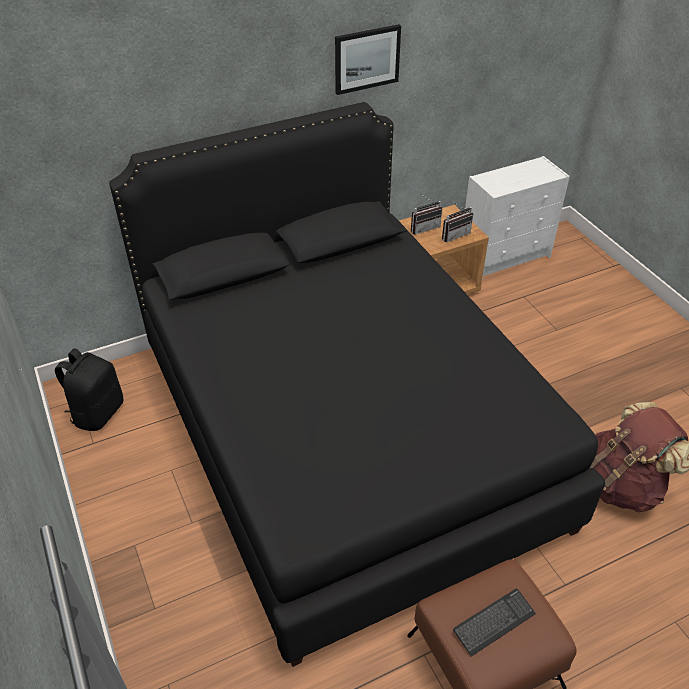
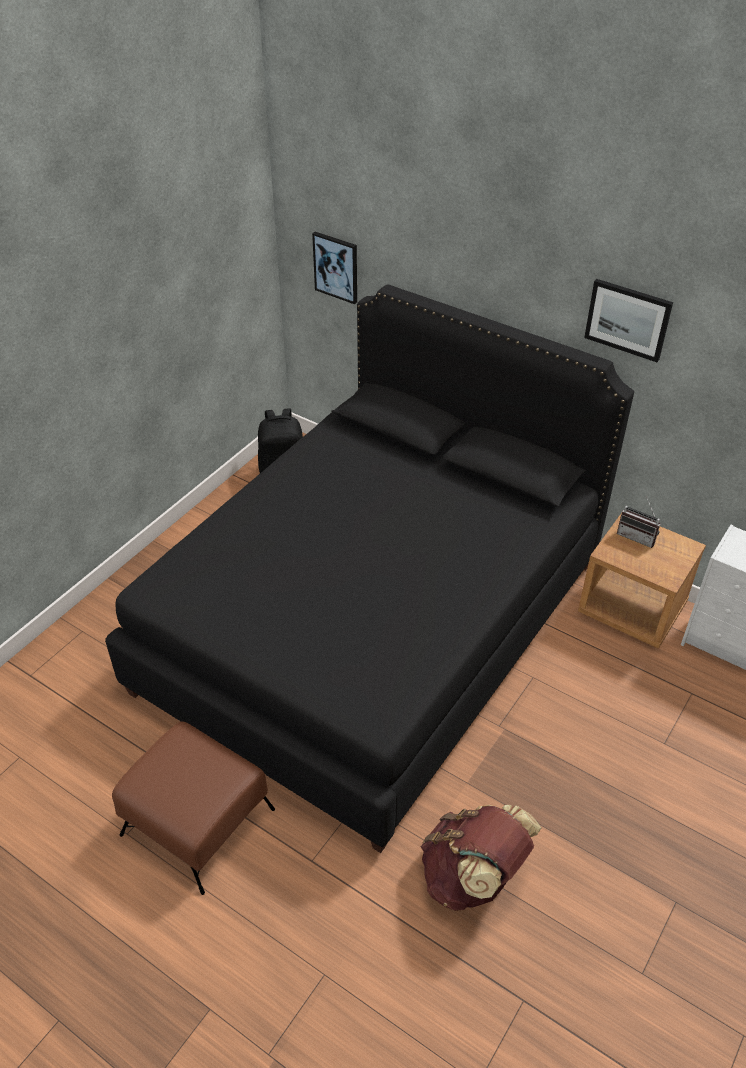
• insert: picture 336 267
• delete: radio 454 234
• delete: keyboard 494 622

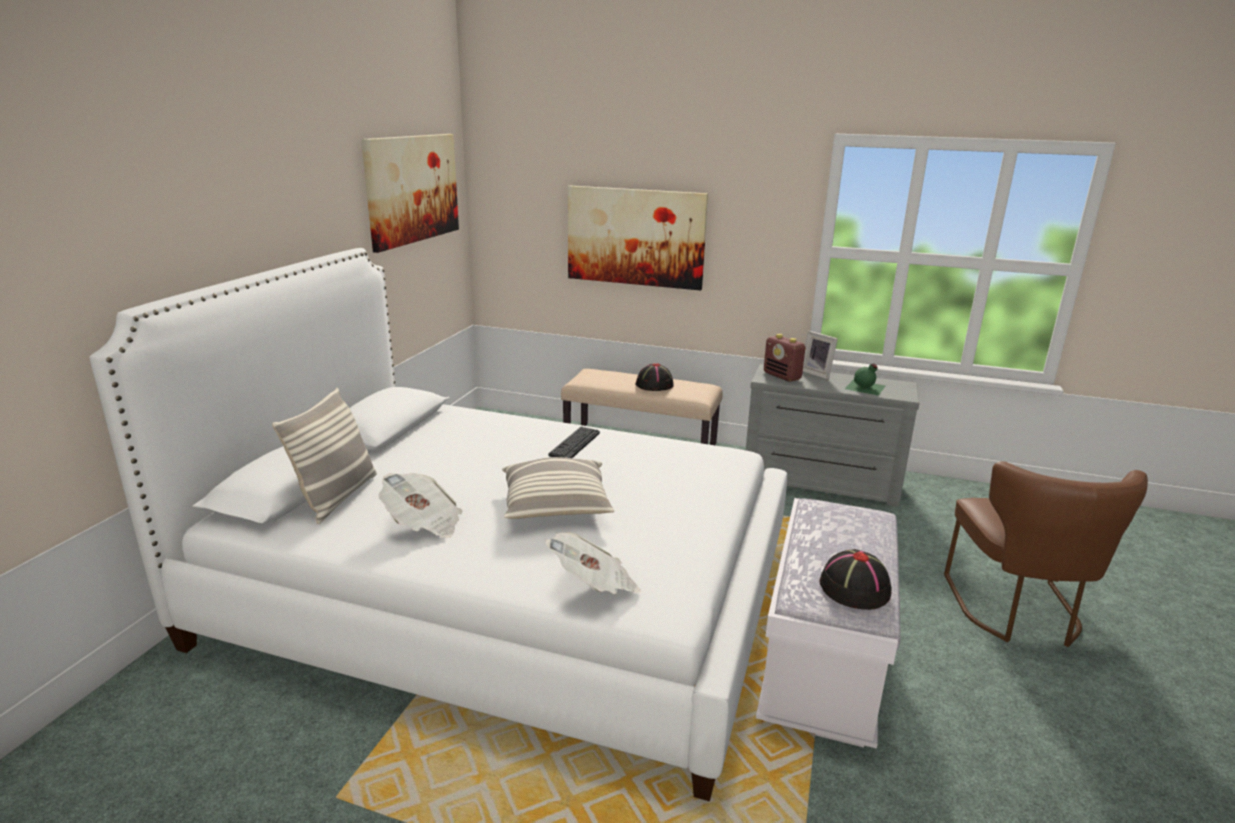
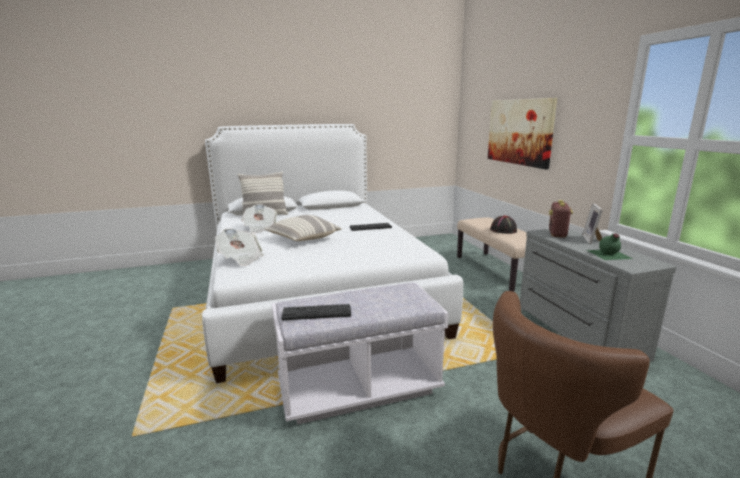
• replace: black hat 853 588 to keyboard 317 313
• delete: picture 412 189

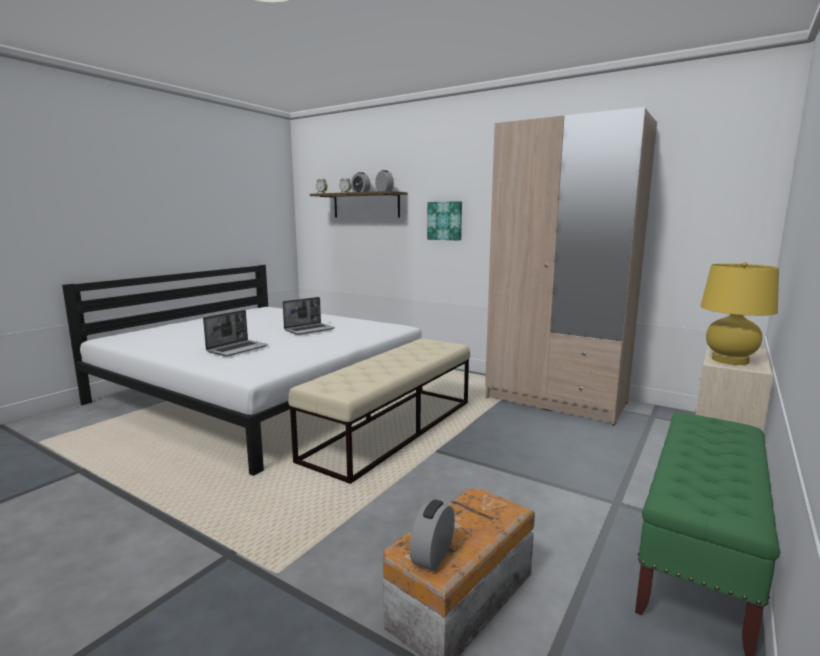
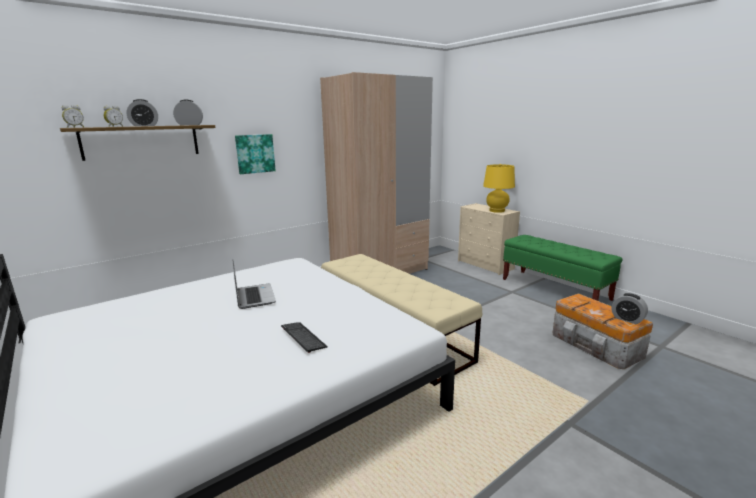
• replace: laptop 238 349 to keyboard 303 337

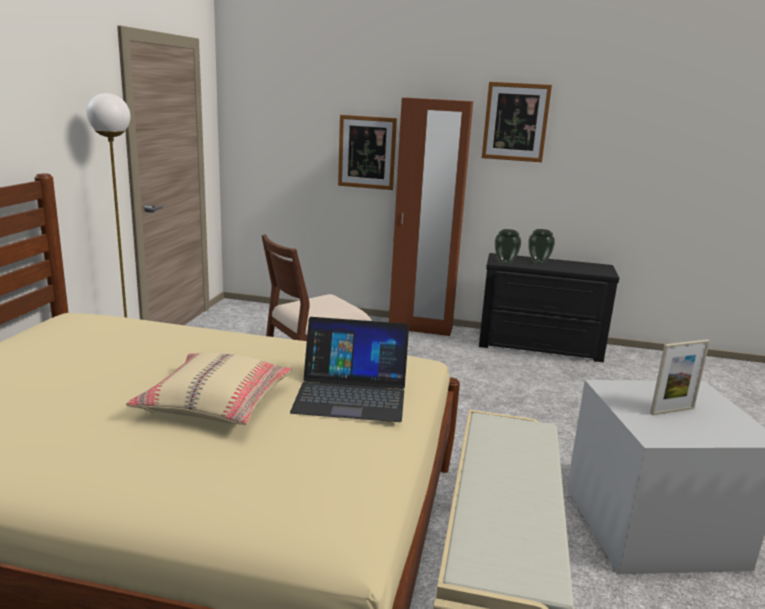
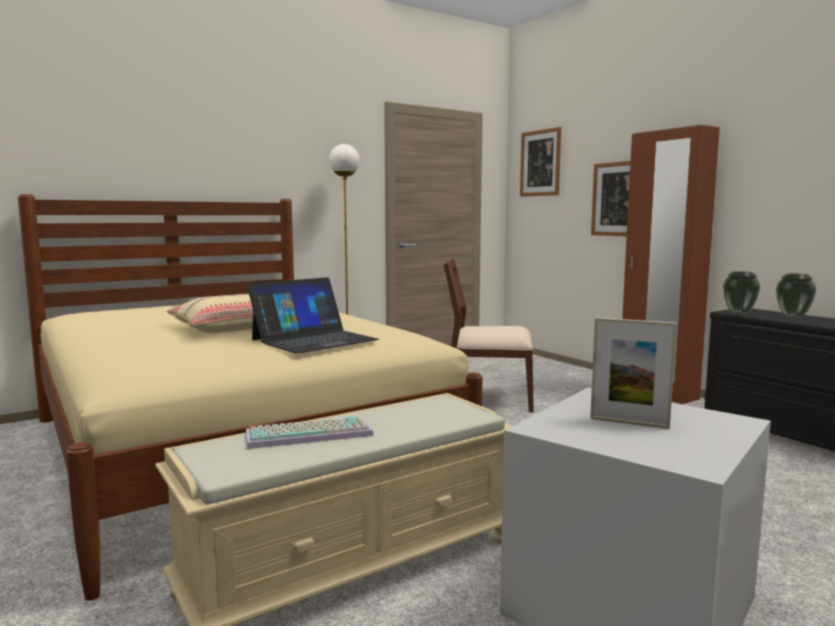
• insert: keyboard 310 433
• rotate: laptop 351 394 = 314 339 90 degrees counterclockwise
• move: picture 515 122 to 540 163

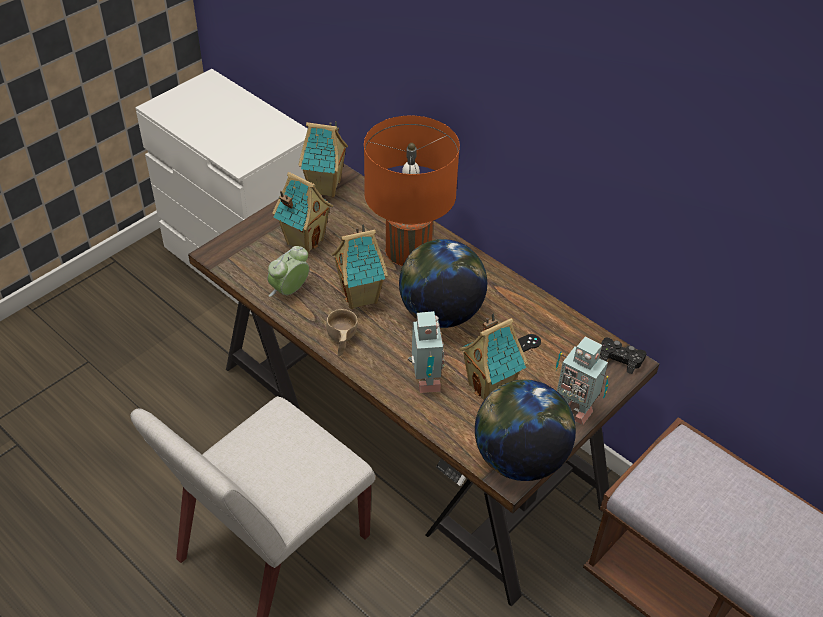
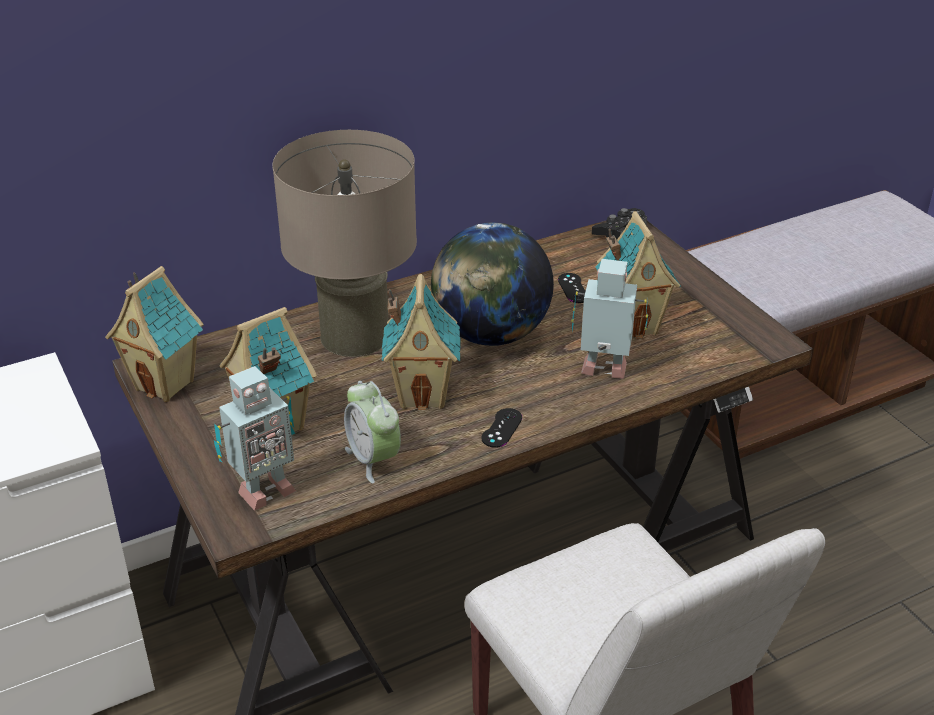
• move: toy robot 574 408 to 263 491
• recolor: orange table lamp 408 250 to beige table lamp 355 336
• replace: beige cup 341 341 to black game controller 502 428
• delete: globe 519 459

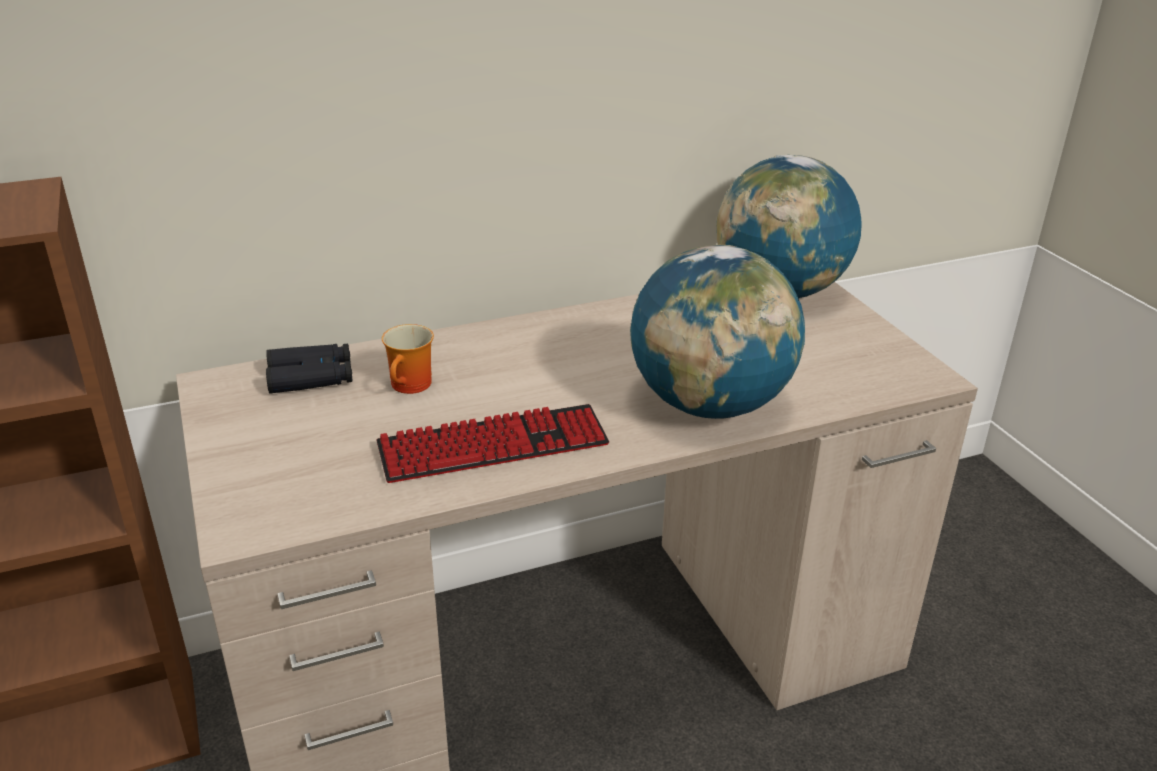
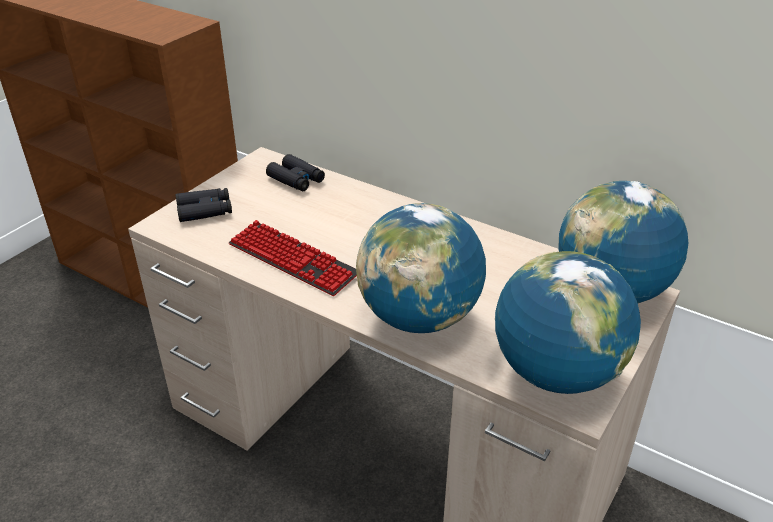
• insert: black binoculars 205 210
• insert: globe 556 373
• delete: mug 412 386

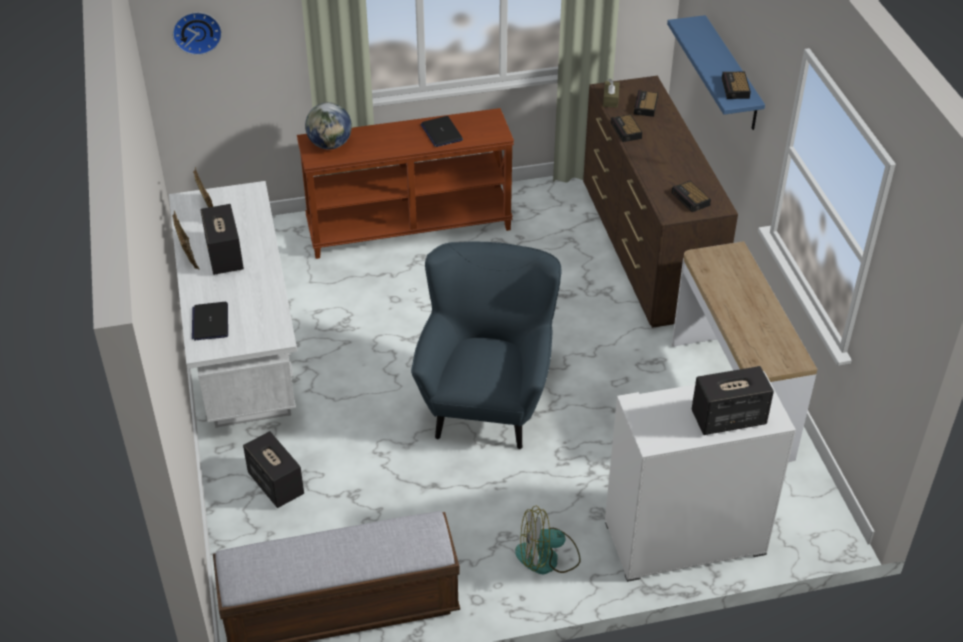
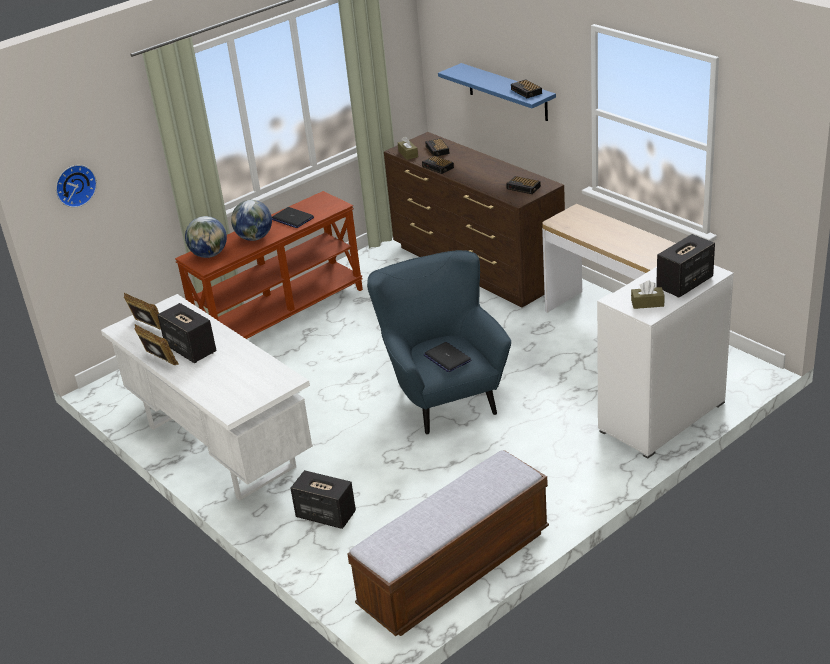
• insert: globe 254 238
• move: laptop 210 322 to 447 358
• insert: brown tissue box 647 303
• delete: fan 547 557

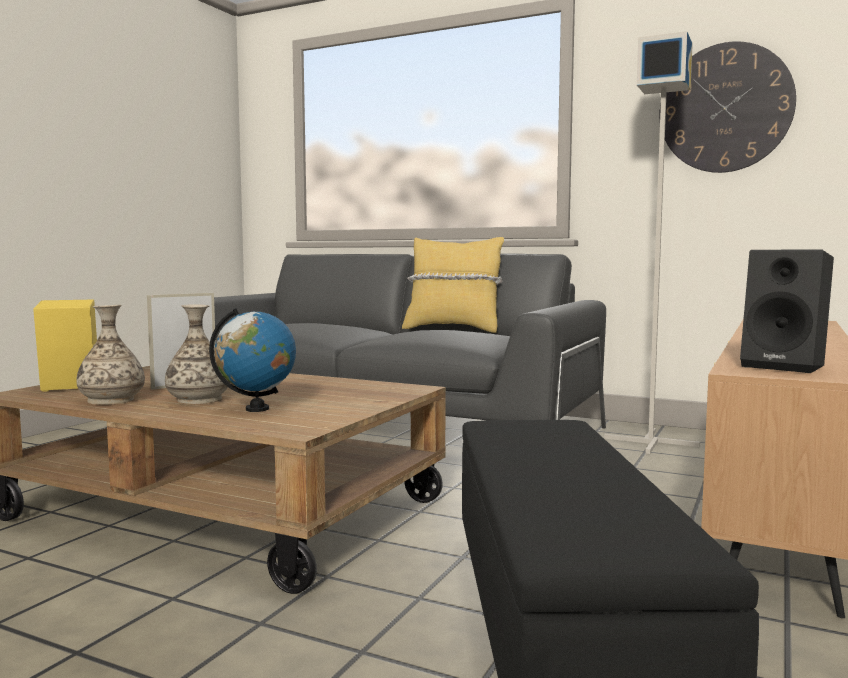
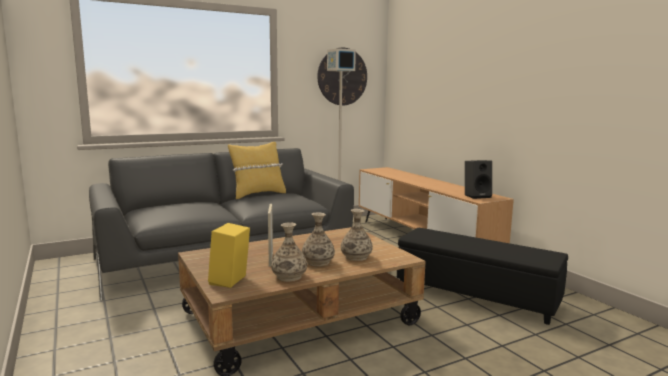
• replace: globe 257 409 to vase 356 257

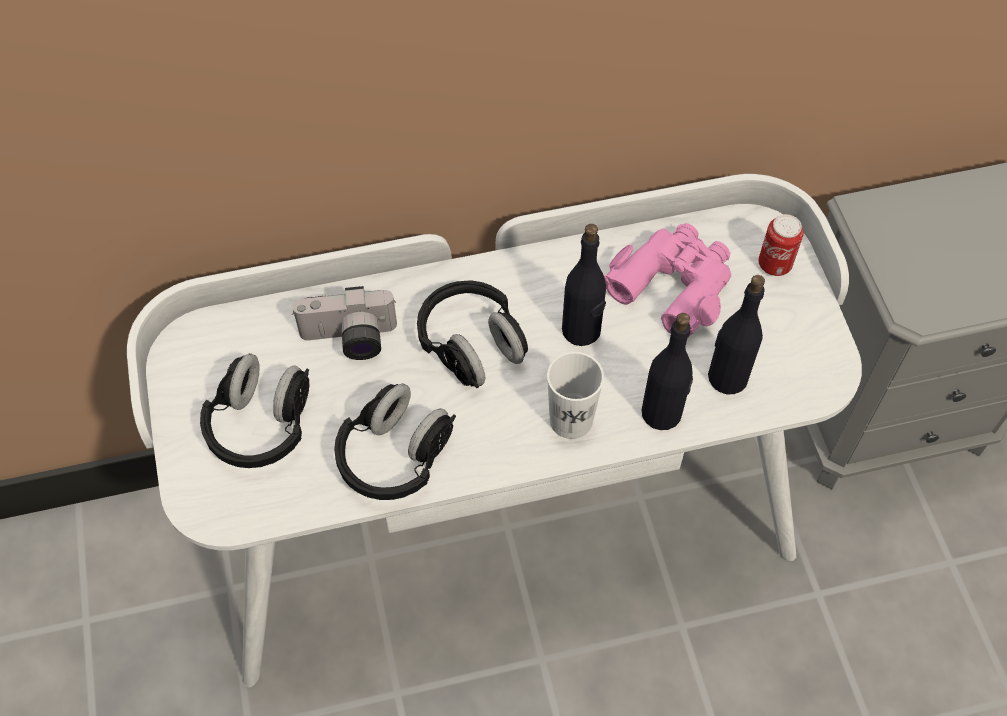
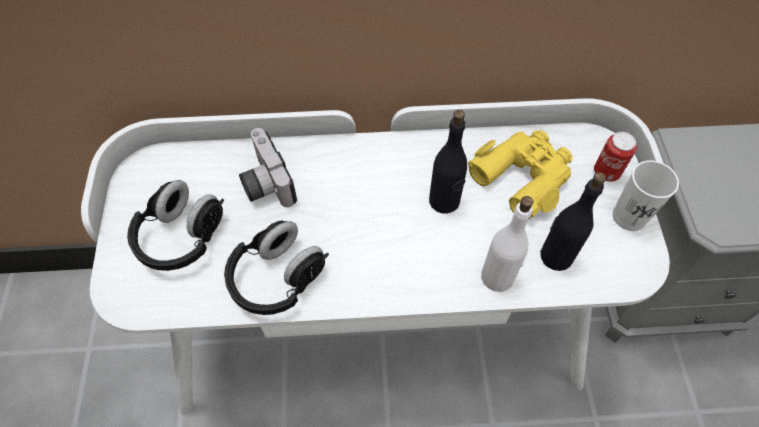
• rotate: photo camera 349 340 = 264 182 60 degrees clockwise
• recolor: pink binoculars 673 284 to yellow binoculars 523 176
• recolor: black bottle 662 413 to white bottle 498 277
• move: white cup 571 420 to 629 217
• delete: black headphones 471 346

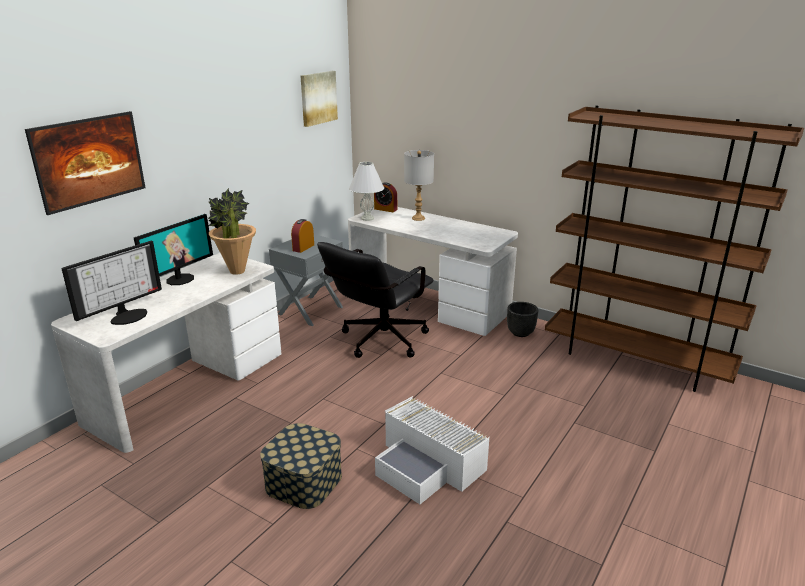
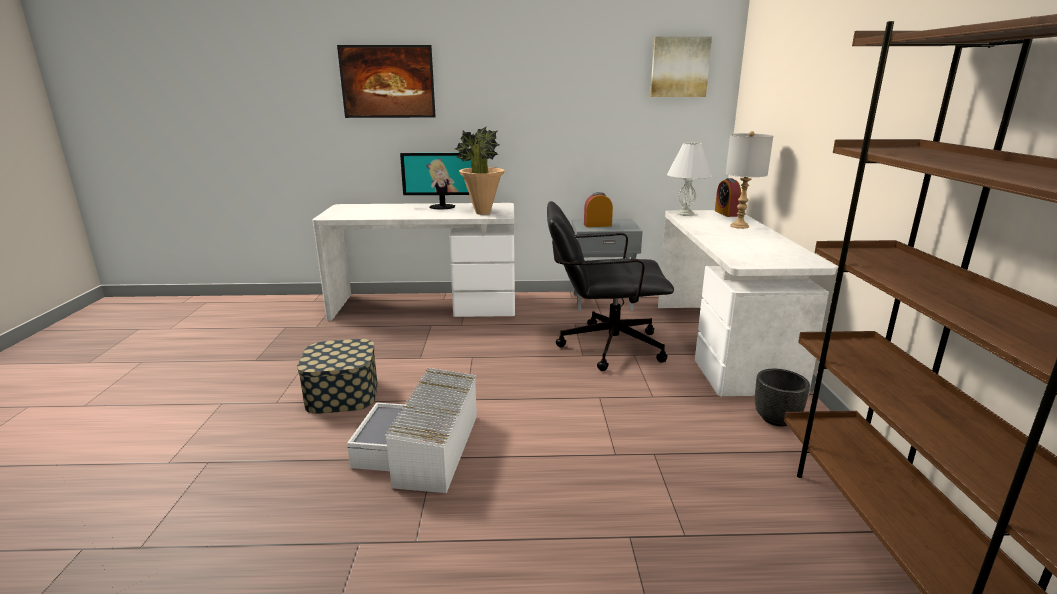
• delete: monitor 127 315

